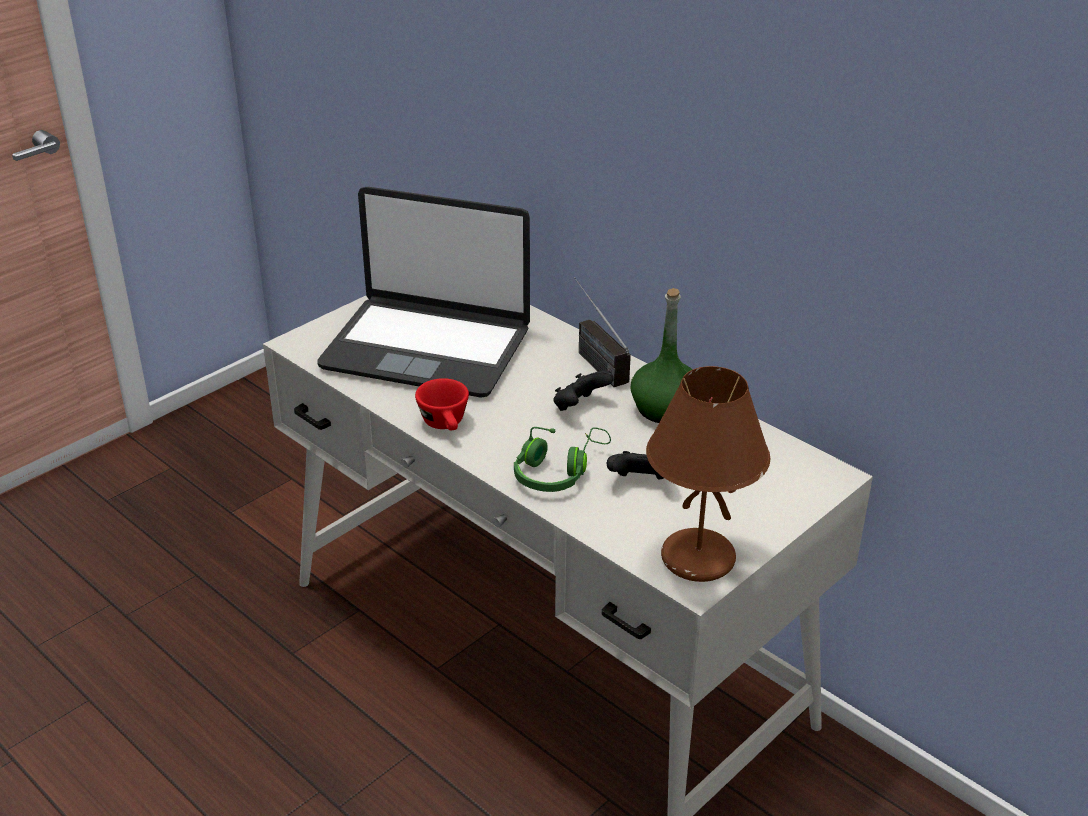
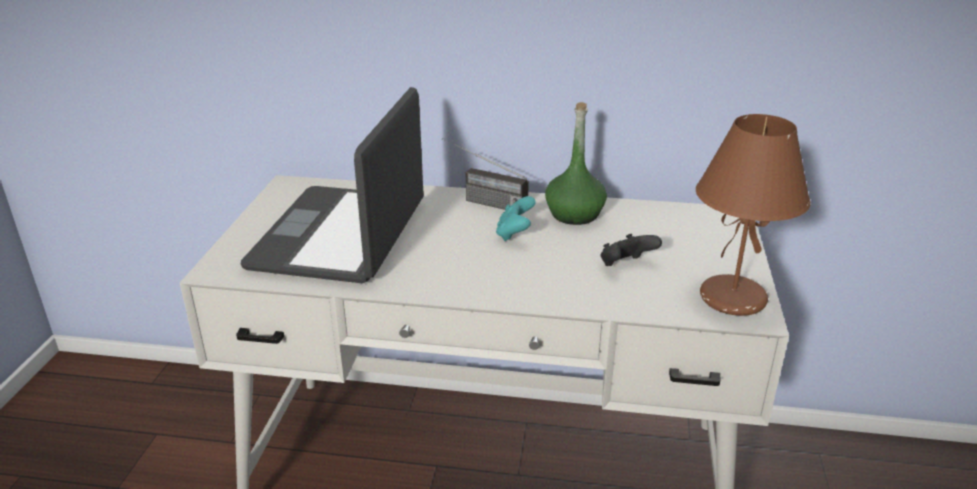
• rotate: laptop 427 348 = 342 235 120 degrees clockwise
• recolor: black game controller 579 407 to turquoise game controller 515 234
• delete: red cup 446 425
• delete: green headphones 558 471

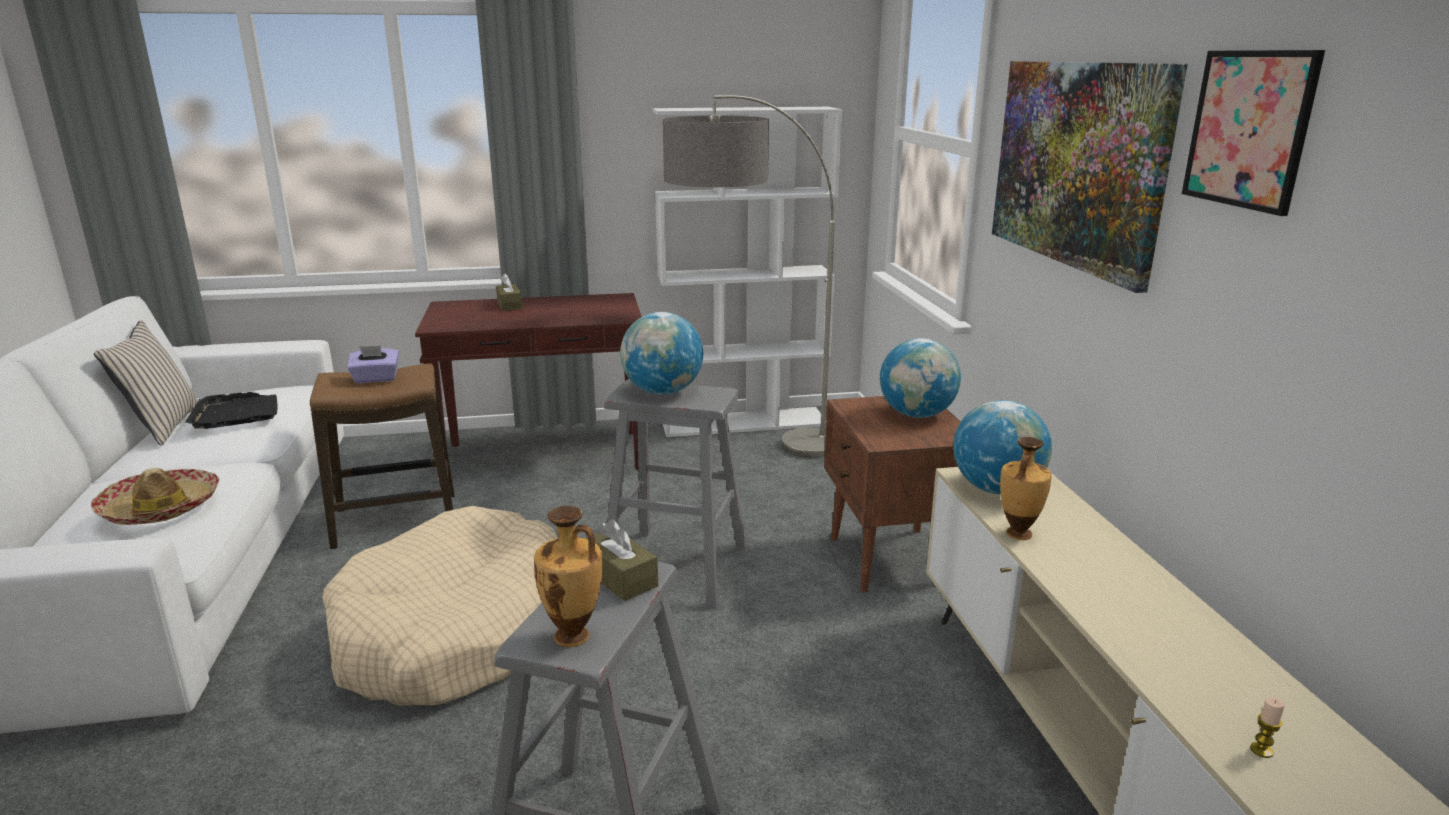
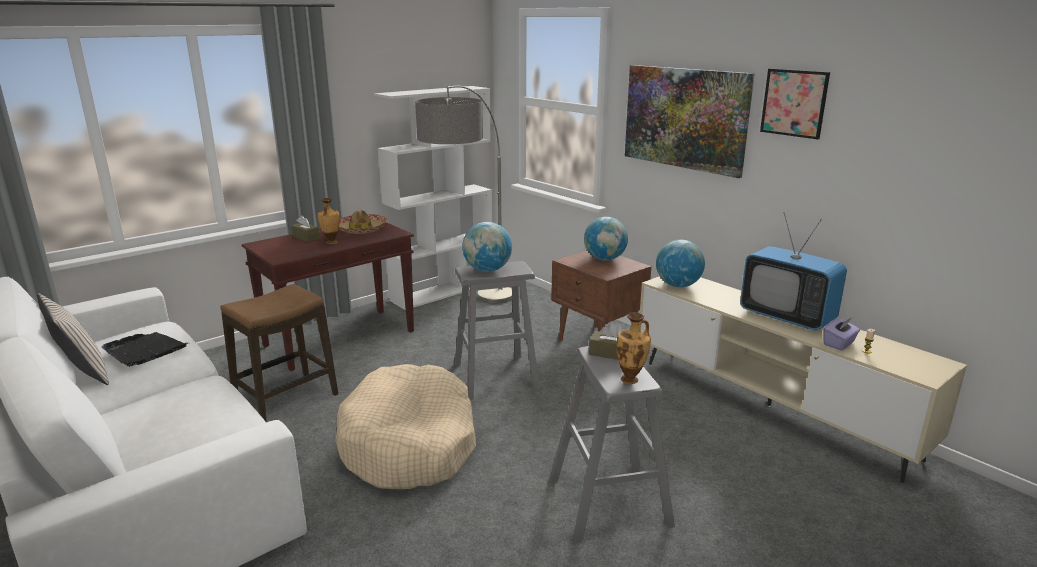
• move: vase 1017 534 to 331 242
• move: hat 161 508 to 361 229
• insert: television 787 317
• move: purple tissue box 376 379 to 839 344

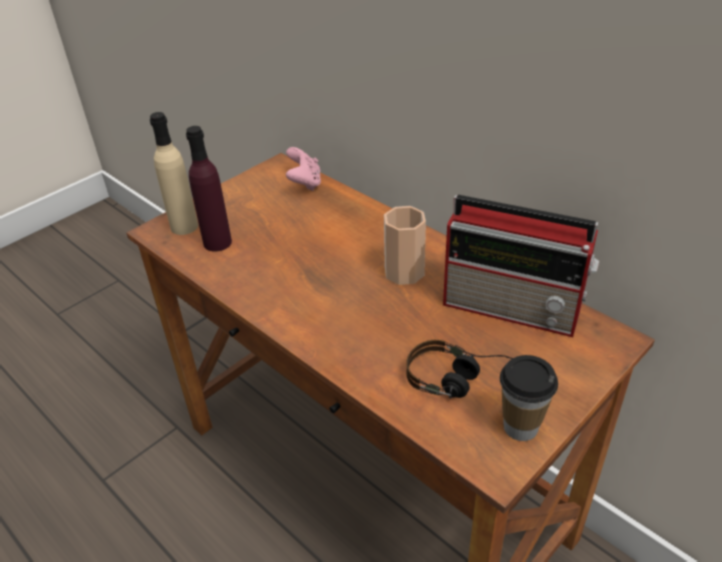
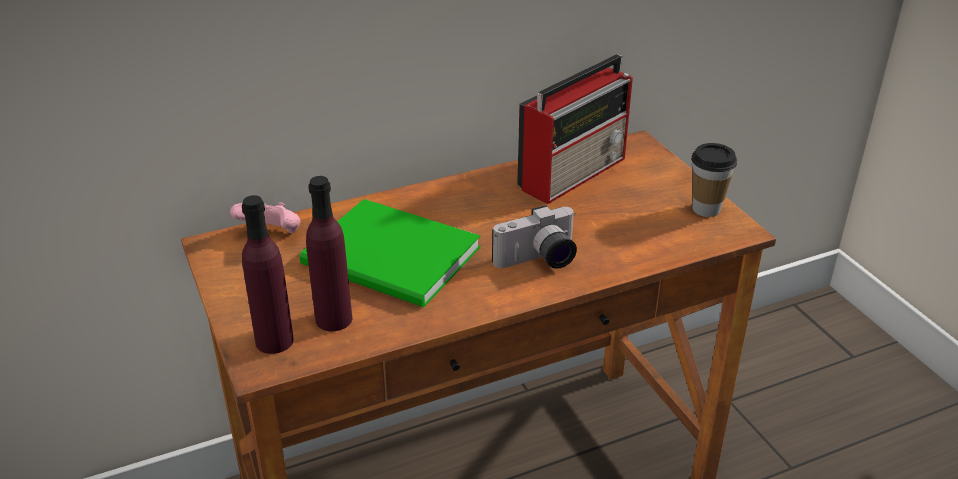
• recolor: beige bottle 184 226 to purple bottle 274 341
• insert: green book 393 259
• insert: photo camera 539 261
• delete: cup 404 272
• delete: headphones 460 381

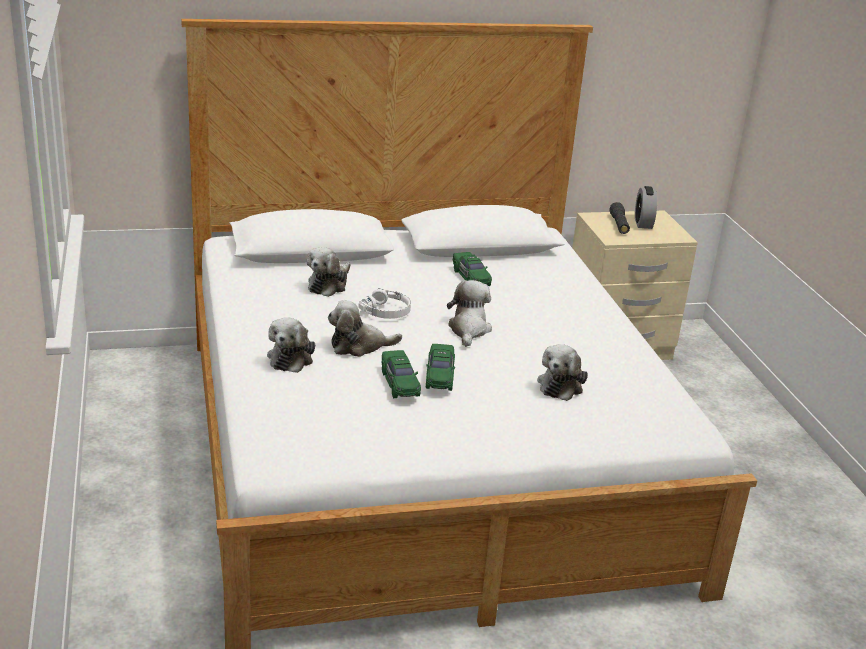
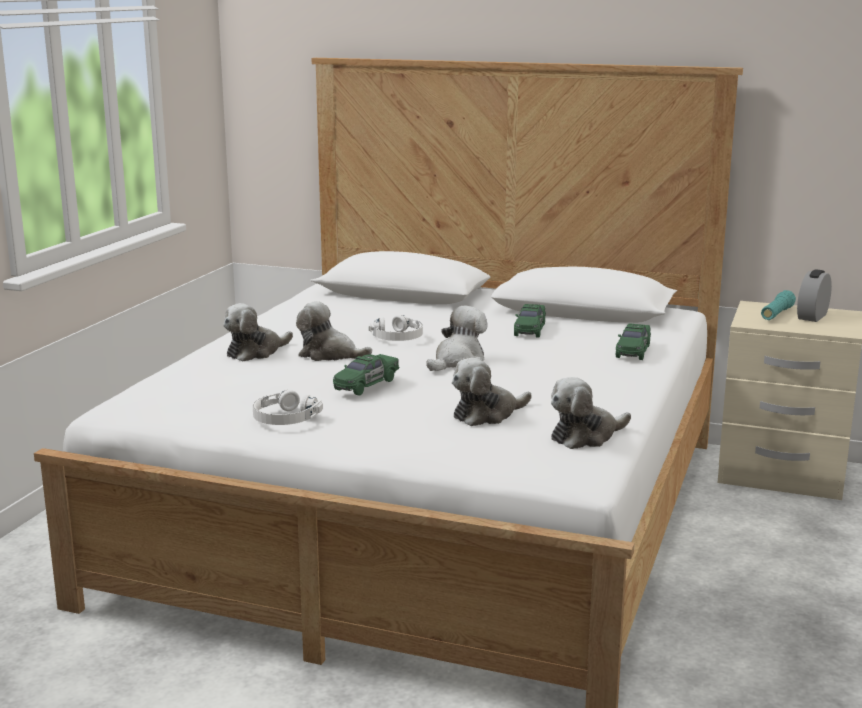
• insert: white headphones 284 418
• move: plush toy 329 285 to 586 436
• move: green toy car 399 383 to 633 351
• recolor: black flashlight 619 225 to turquoise flashlight 776 314

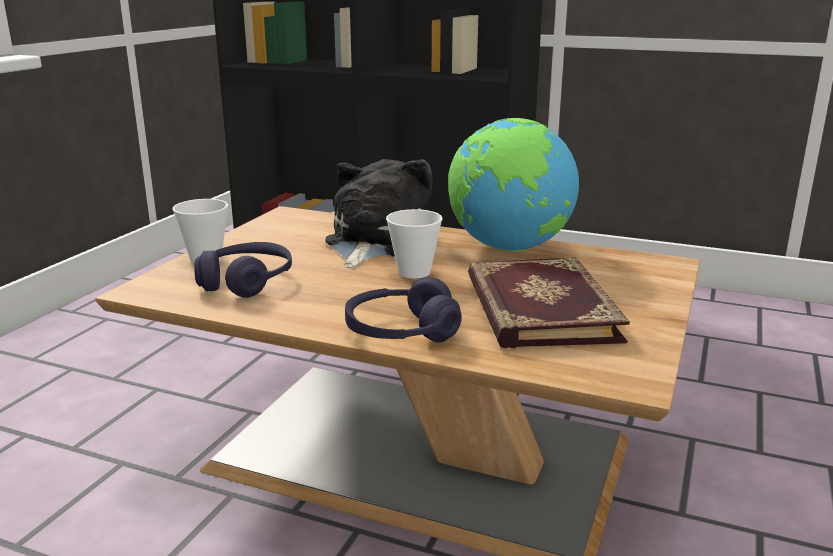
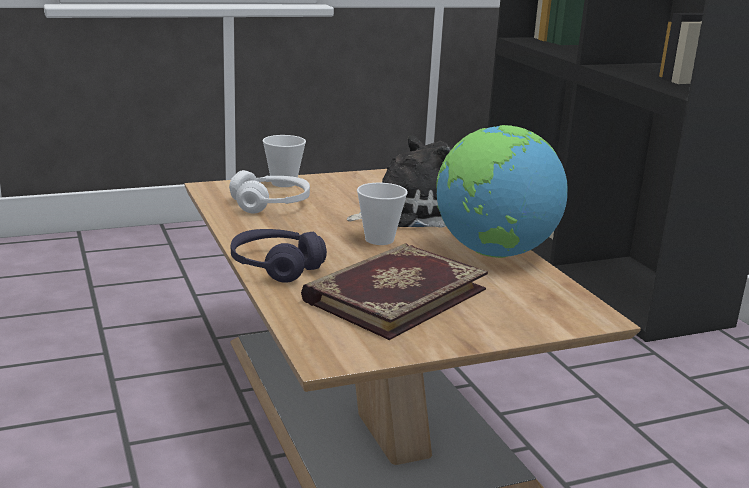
• recolor: purple headphones 246 282 to white headphones 271 204

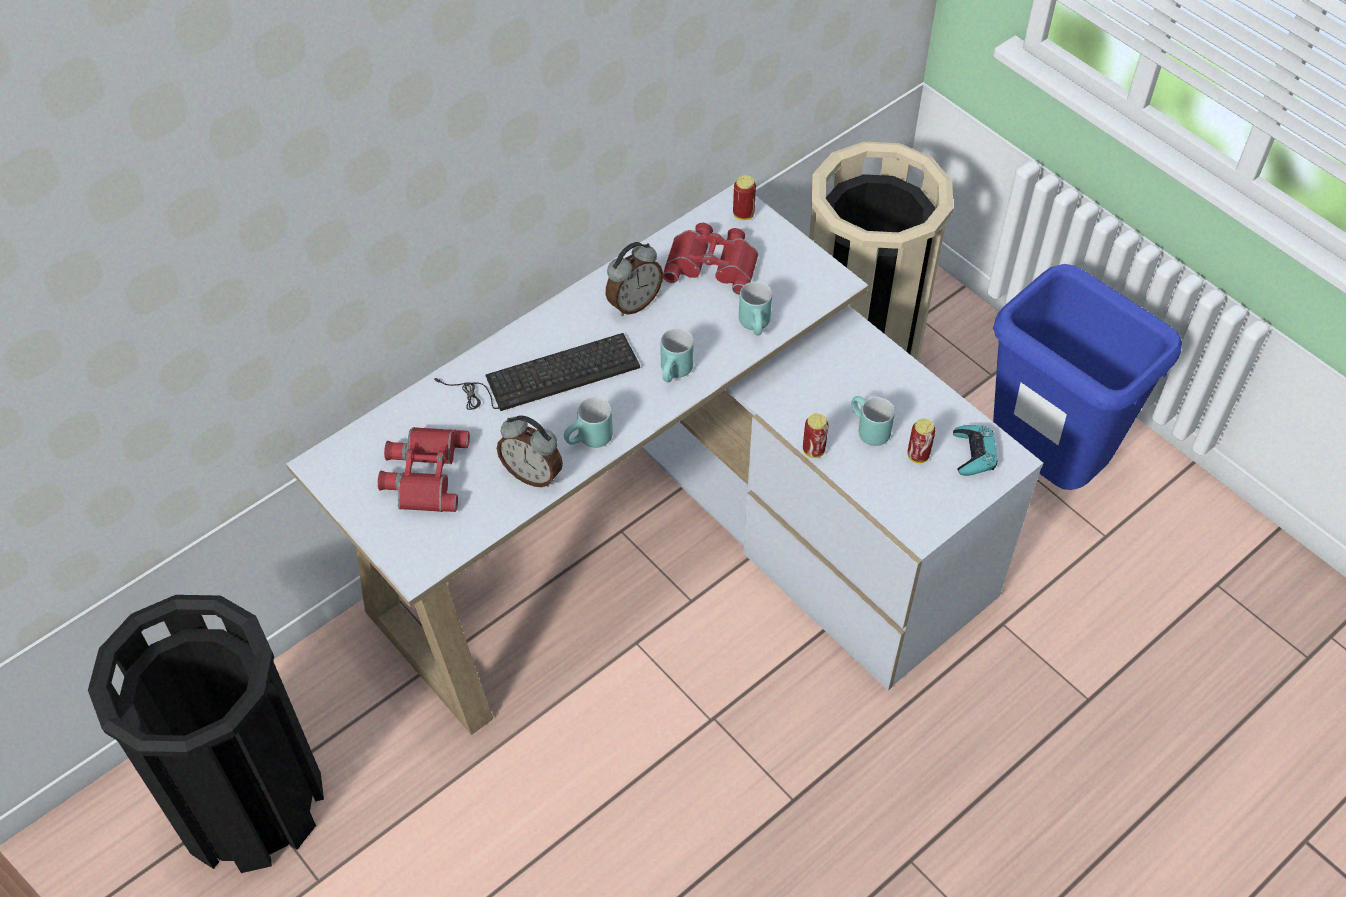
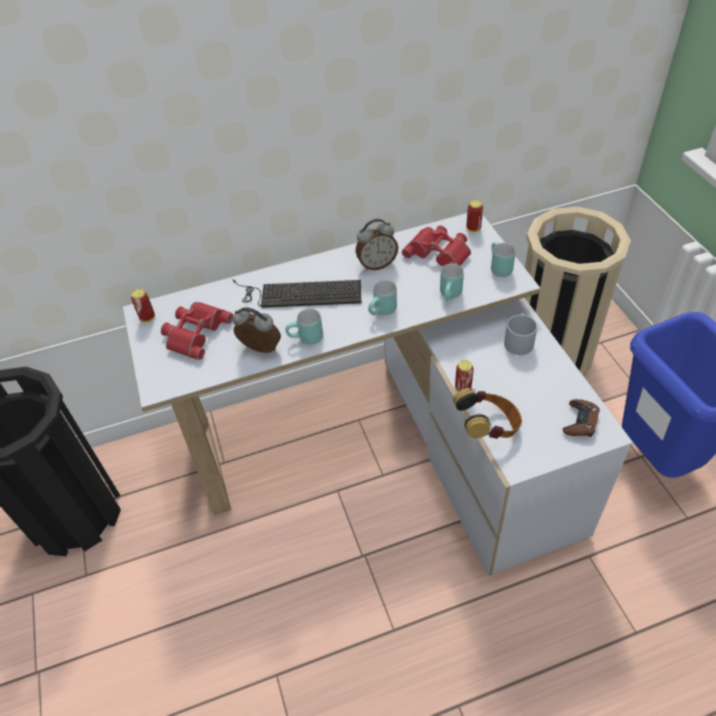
• move: can 918 455 to 147 318
• rotate: alarm clock 533 474 = 260 350 150 degrees clockwise
• insert: headphones 488 428
• move: turquoise mug 866 431 to 497 268
• insert: grey mug 518 340
• recolor: turquoise game controller 974 454 to brown game controller 580 421

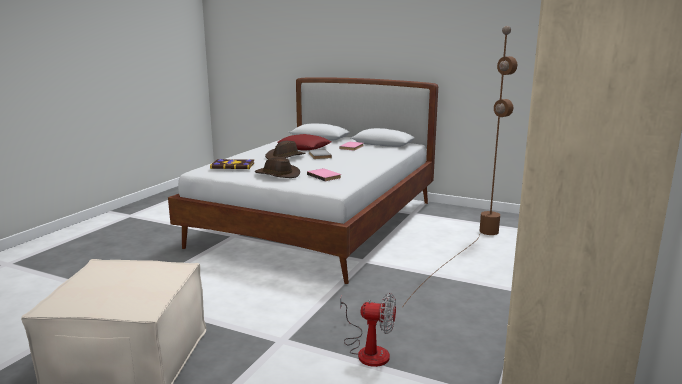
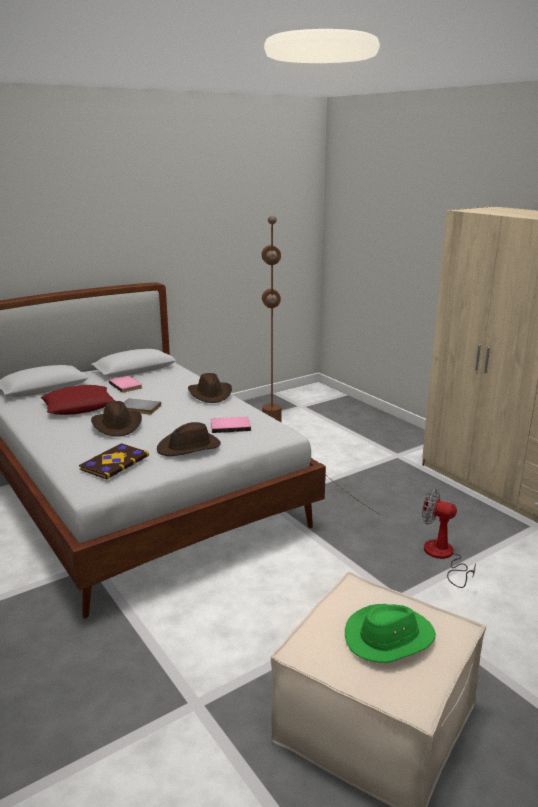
• insert: brown hat 210 394
• insert: green hat 389 637
• rotate: fan 368 350 = 443 556 105 degrees counterclockwise

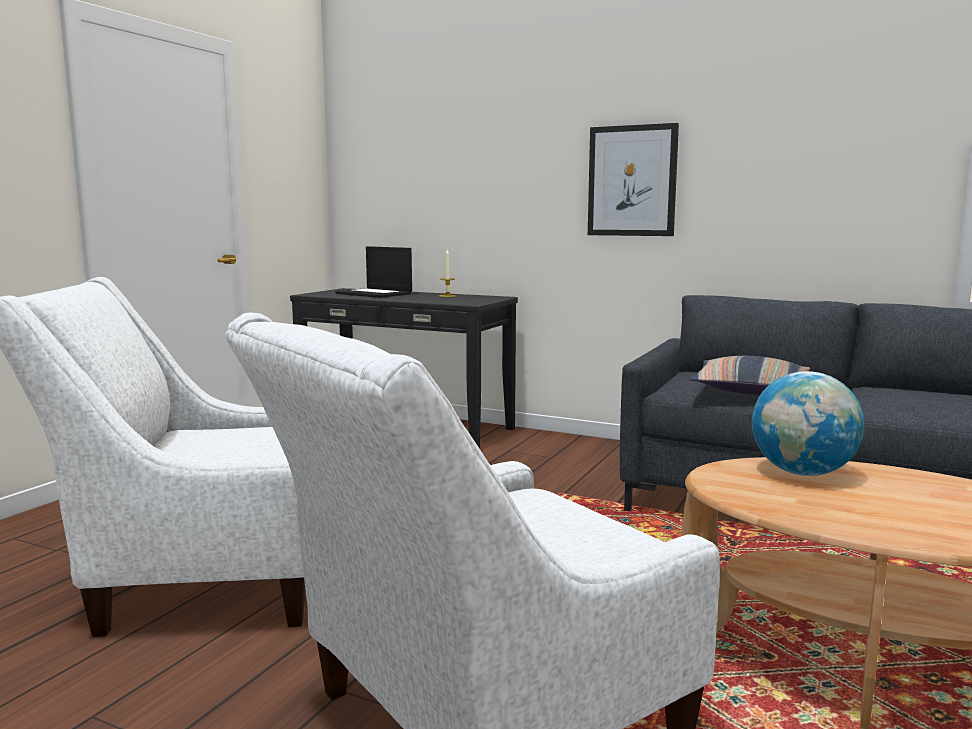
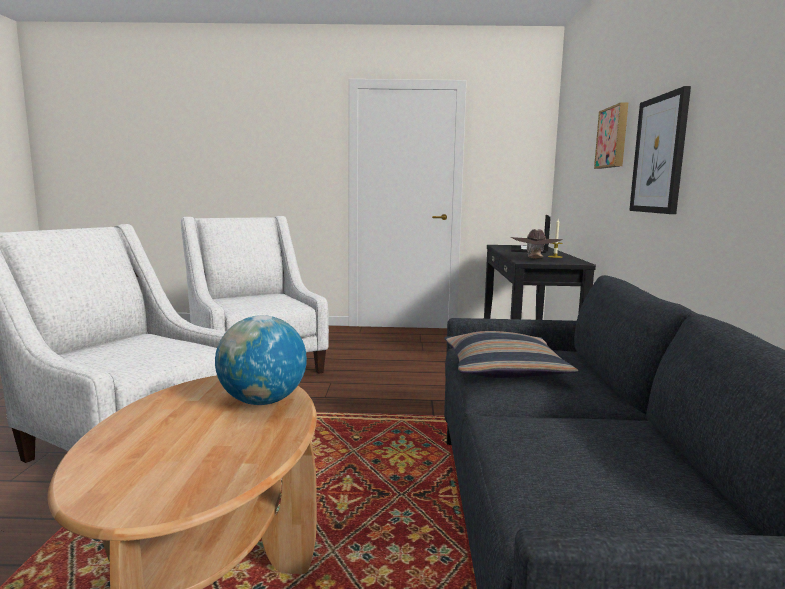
• insert: brown hat 535 259
• insert: picture 613 137

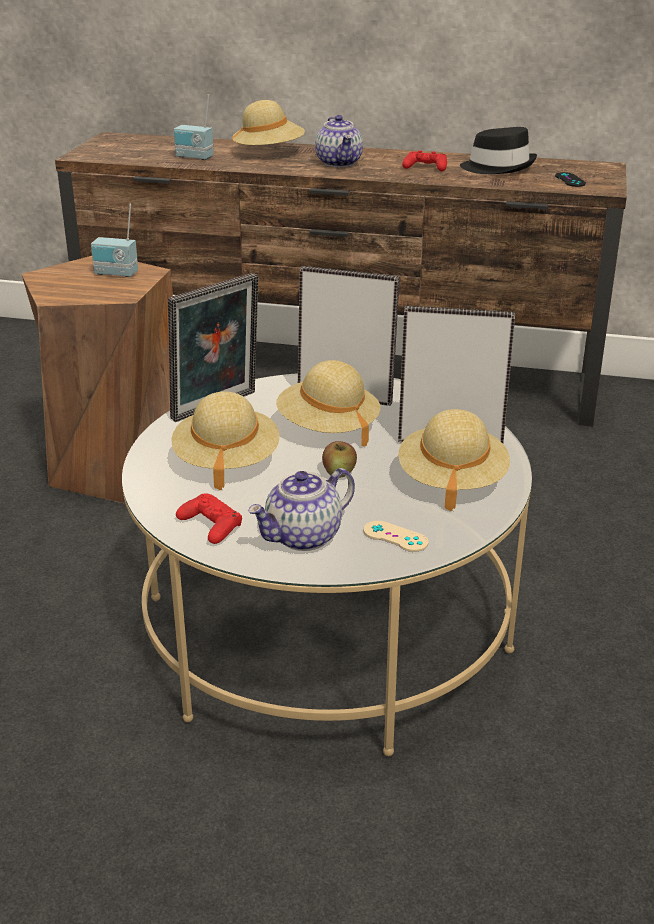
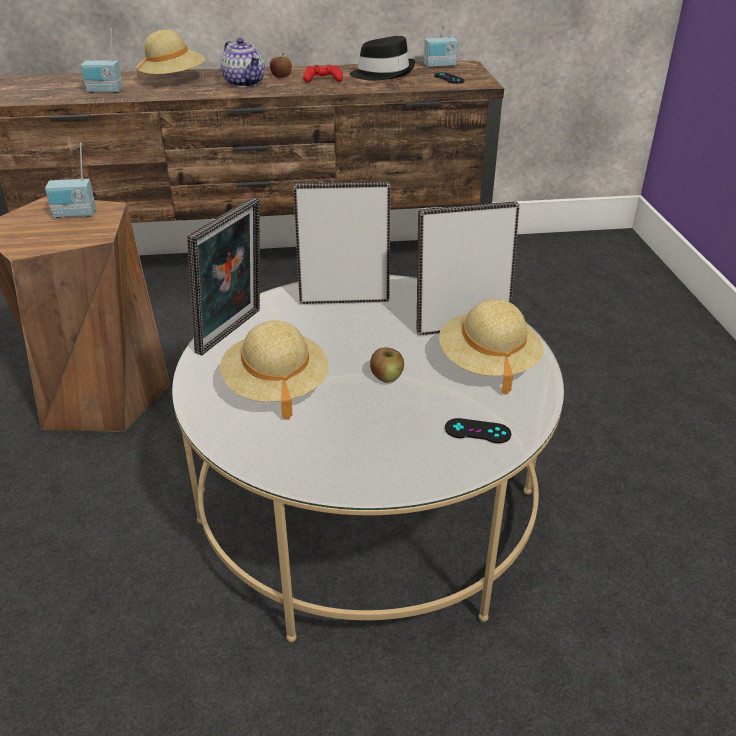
• insert: apple 281 76
• insert: radio 440 66
• recolor: beige game controller 395 536 to black game controller 477 431
• delete: red game controller 211 525
• delete: teapot 303 537
• delete: beige hat 328 428

